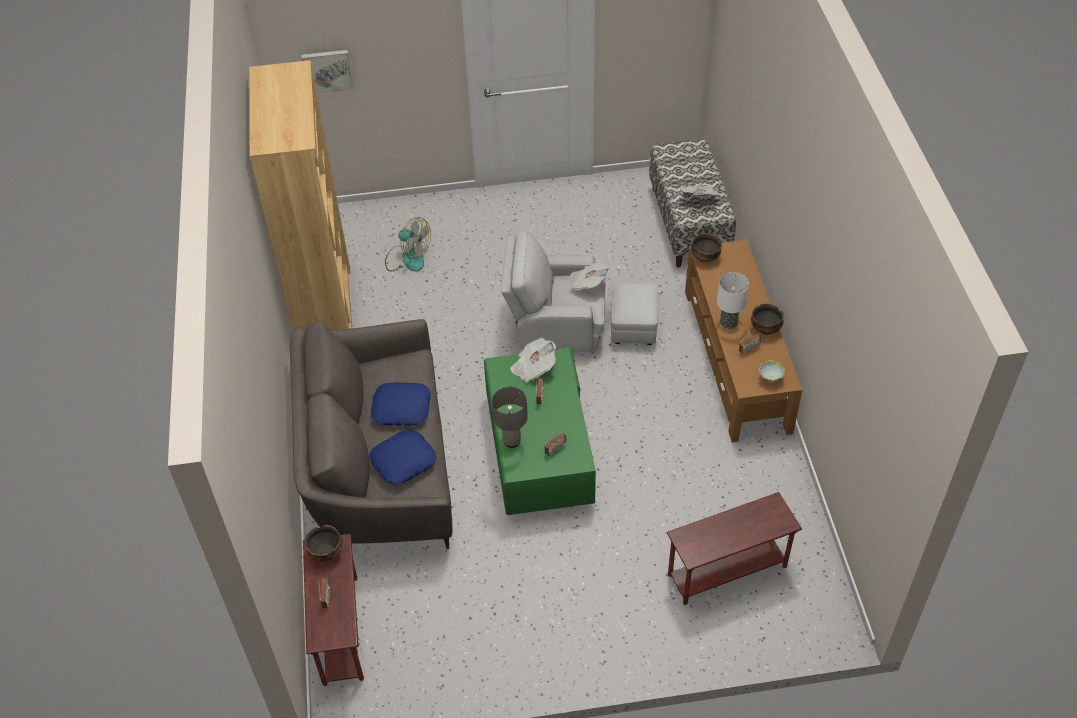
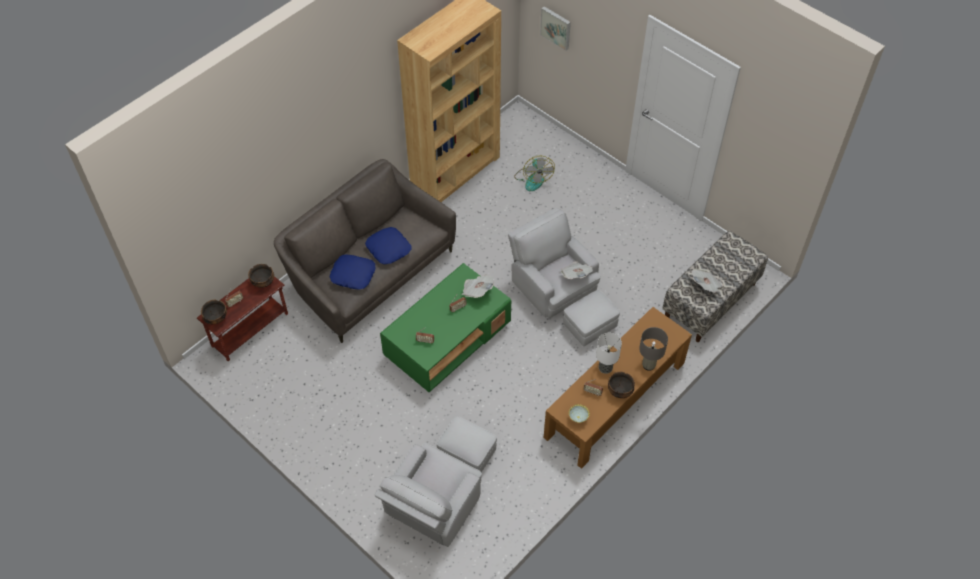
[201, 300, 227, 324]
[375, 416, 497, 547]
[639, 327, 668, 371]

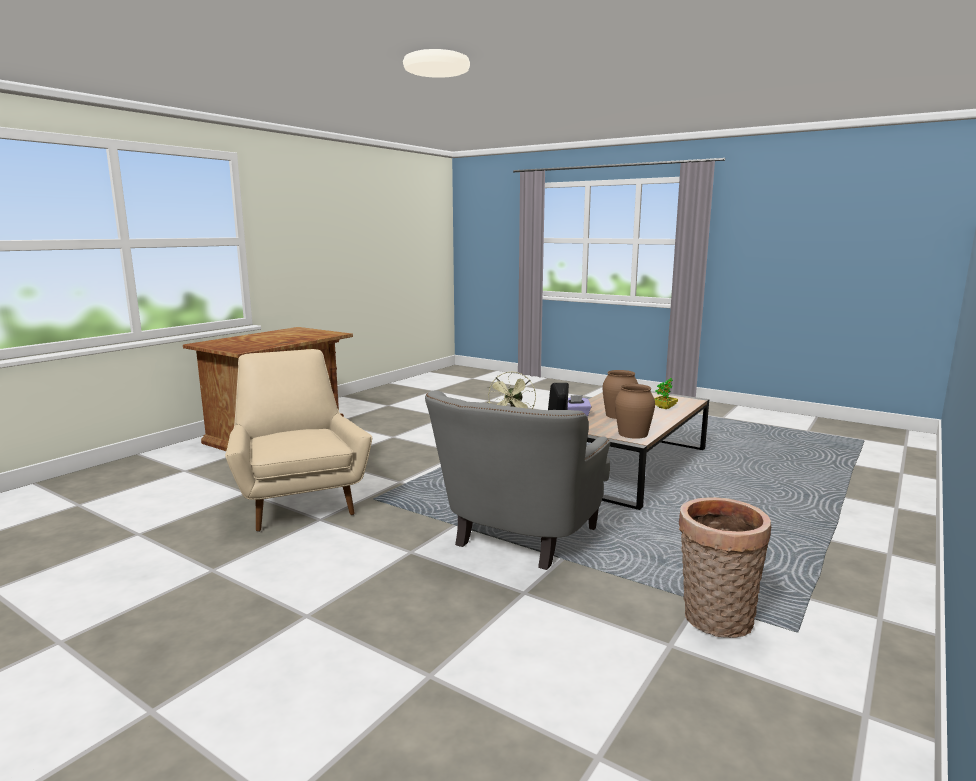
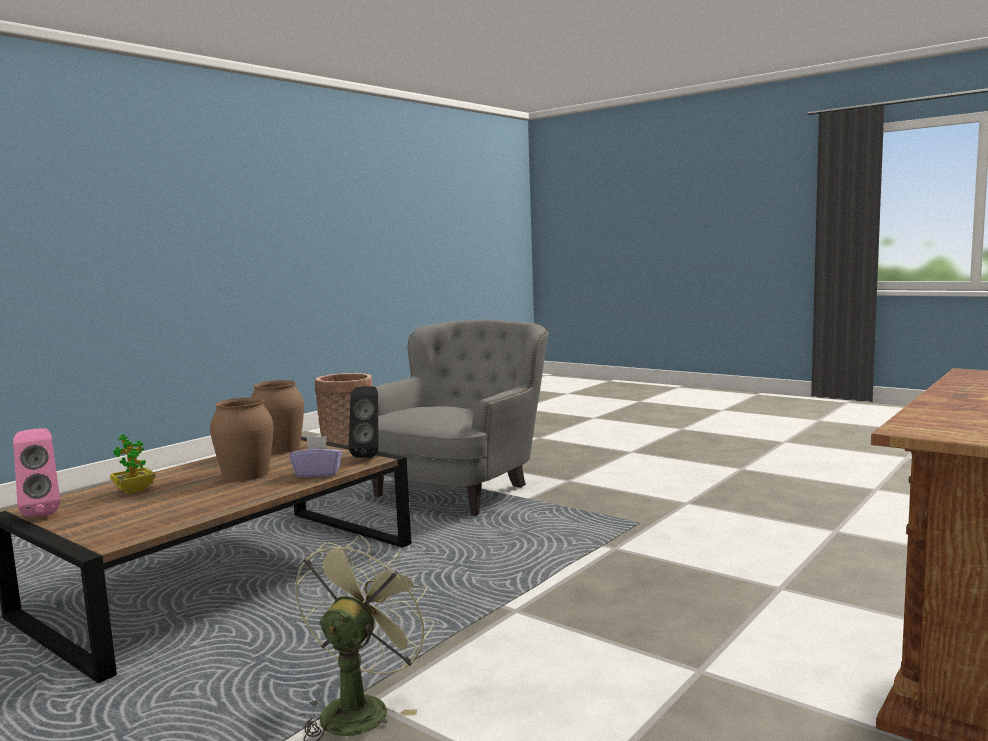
[13, 428, 60, 517]
[225, 349, 372, 532] (first image)

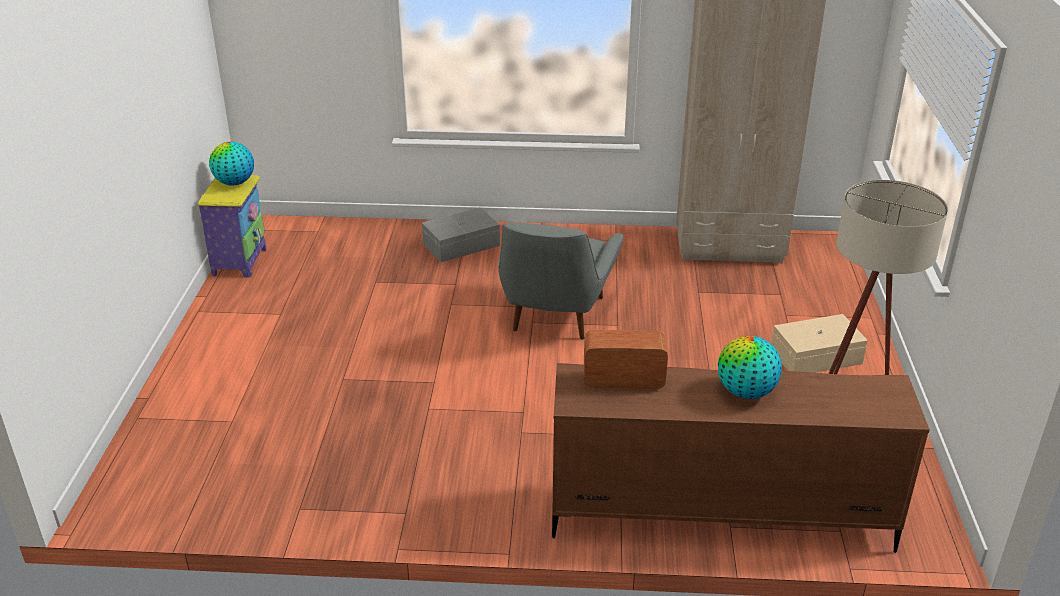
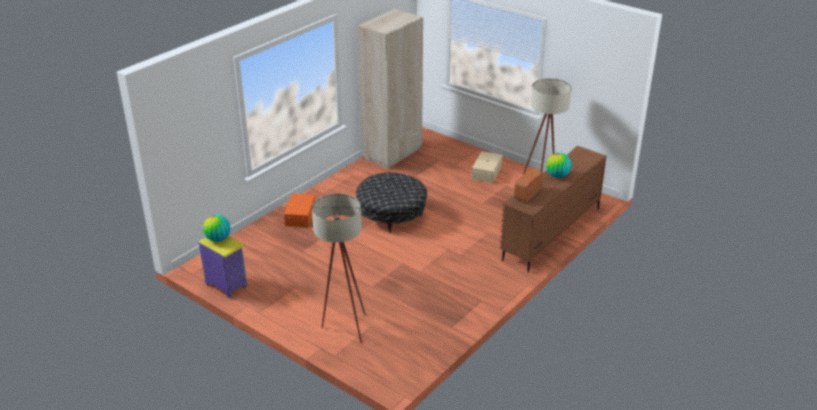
[284, 194, 315, 227]
[312, 194, 365, 343]
[356, 172, 427, 234]

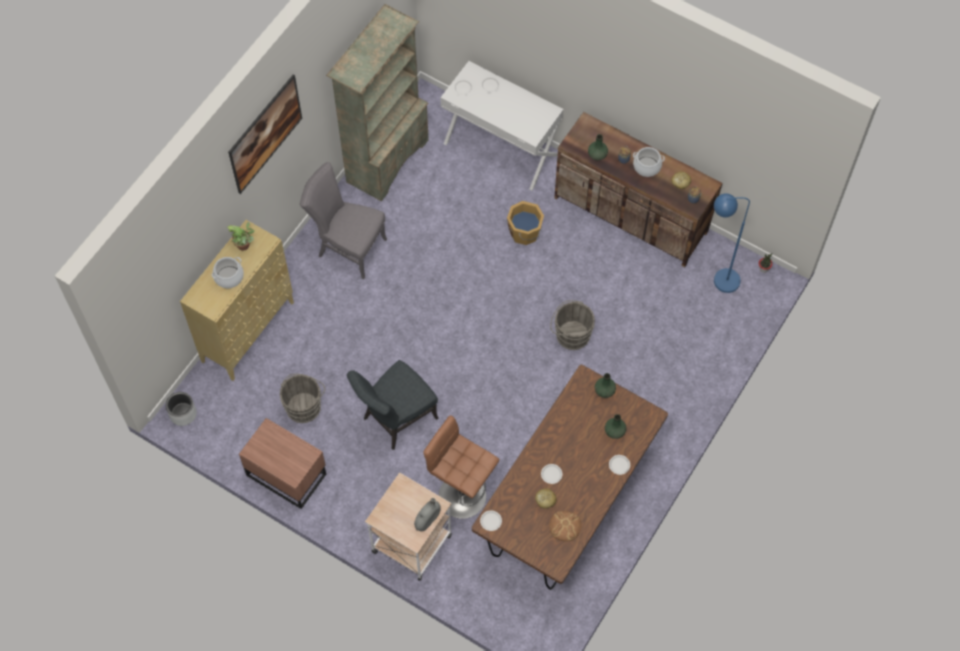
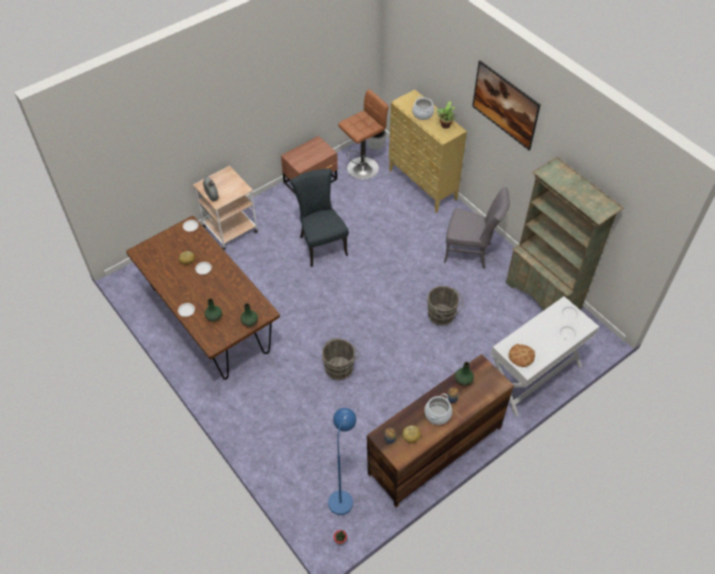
[338, 89, 389, 180]
[427, 286, 463, 326]
[444, 187, 510, 269]
[509, 344, 535, 367]
[507, 201, 544, 245] (first image)

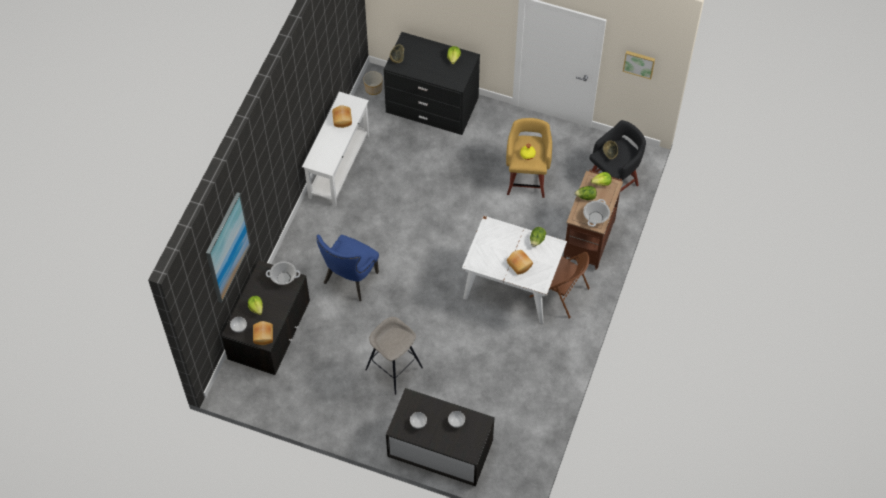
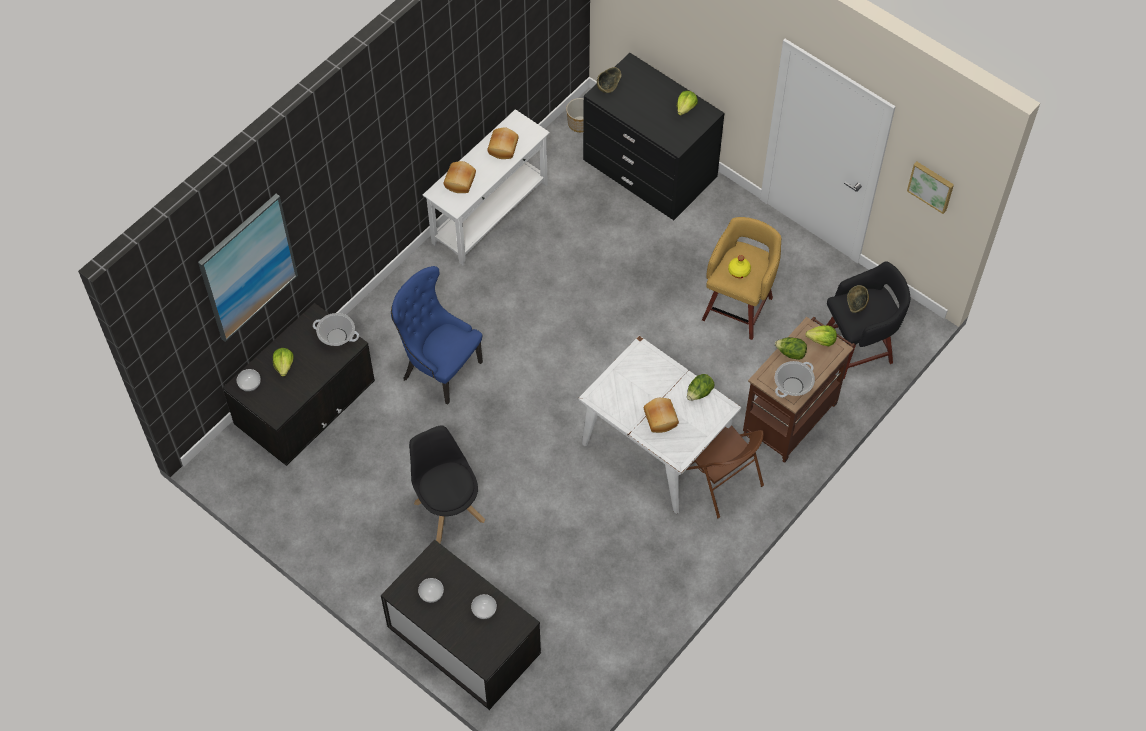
[391, 266, 483, 404]
[409, 425, 485, 543]
[443, 161, 476, 193]

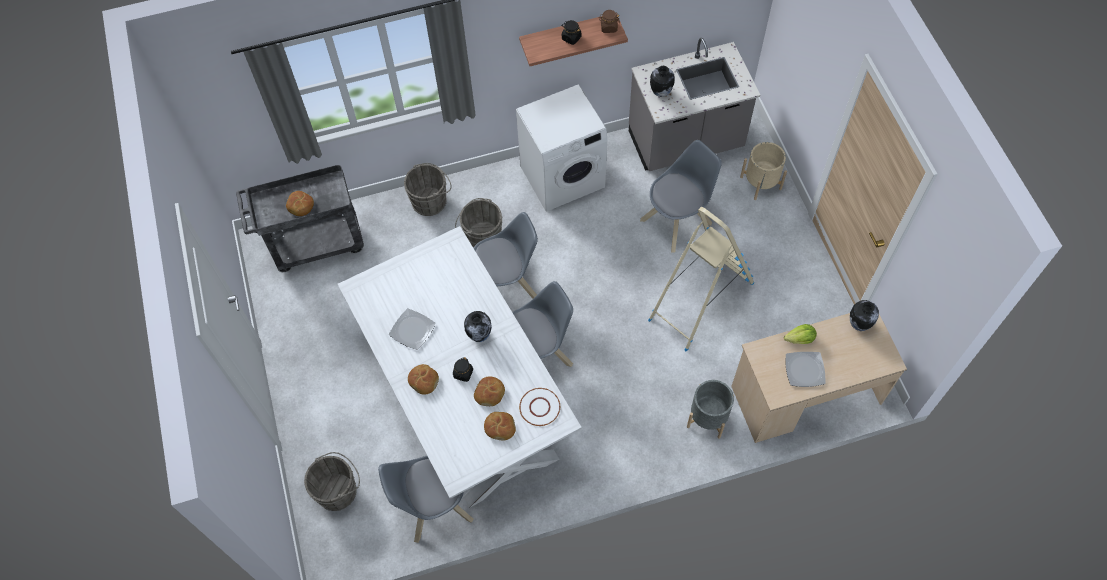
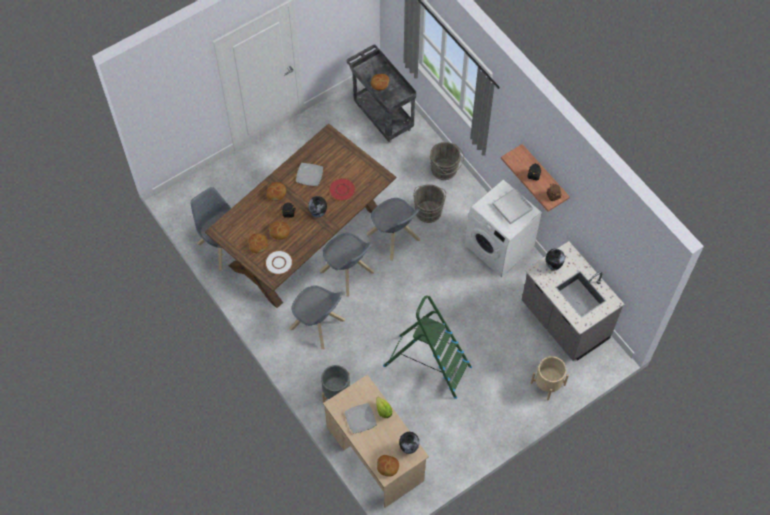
[205, 123, 396, 308]
[289, 285, 345, 349]
[329, 178, 355, 201]
[377, 455, 399, 477]
[383, 295, 472, 399]
[492, 188, 533, 224]
[304, 452, 360, 511] (first image)

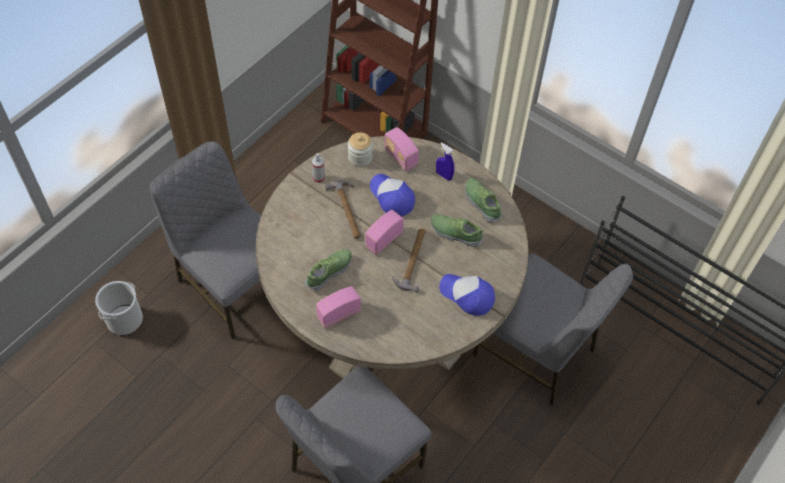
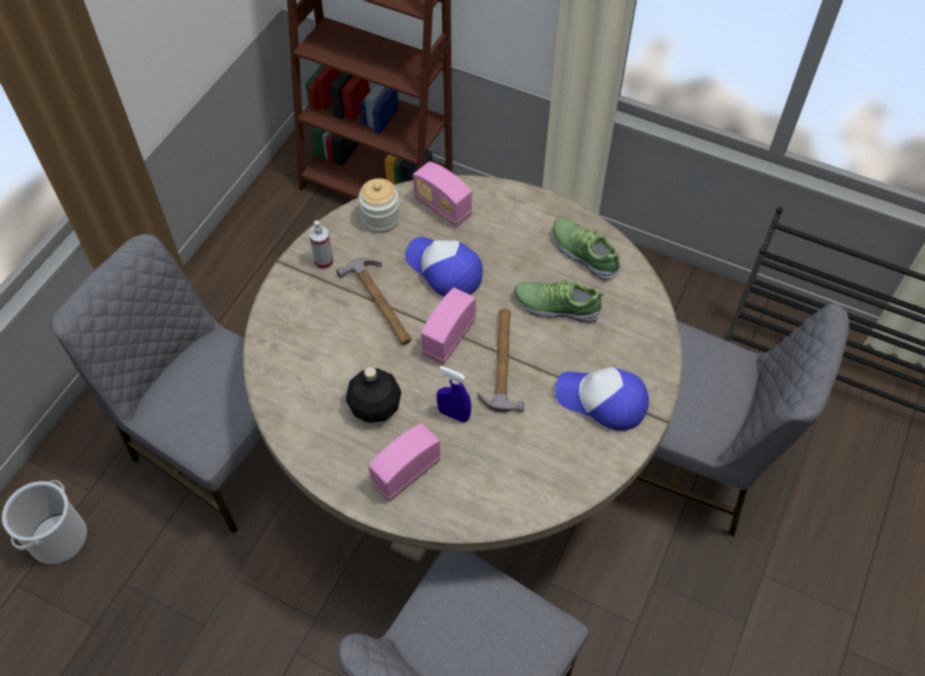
[346, 367, 401, 423]
[437, 366, 471, 423]

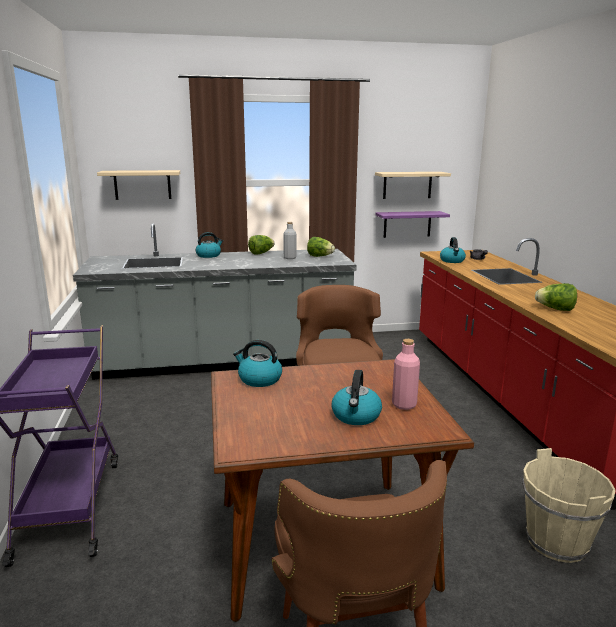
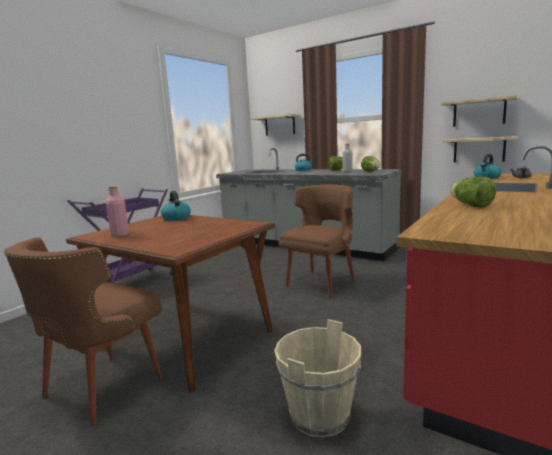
[106, 186, 129, 237]
[441, 136, 518, 162]
[331, 370, 382, 425] (first image)

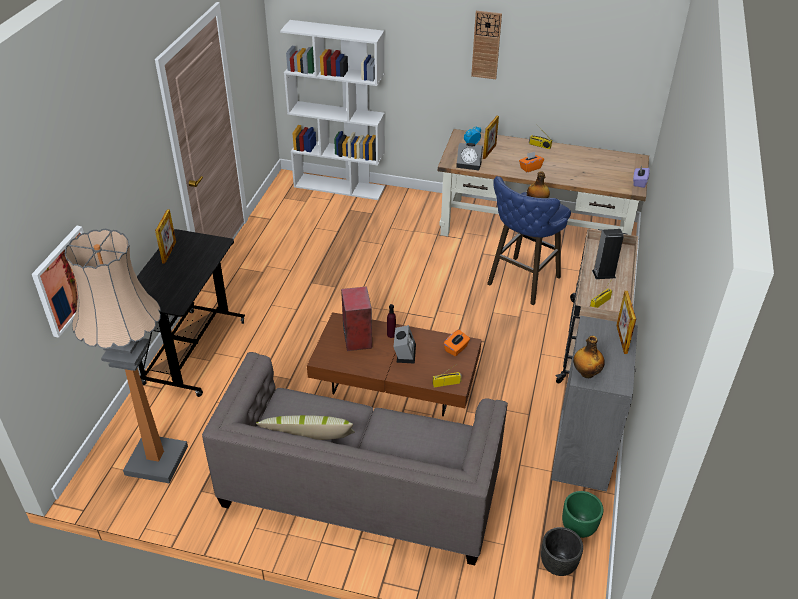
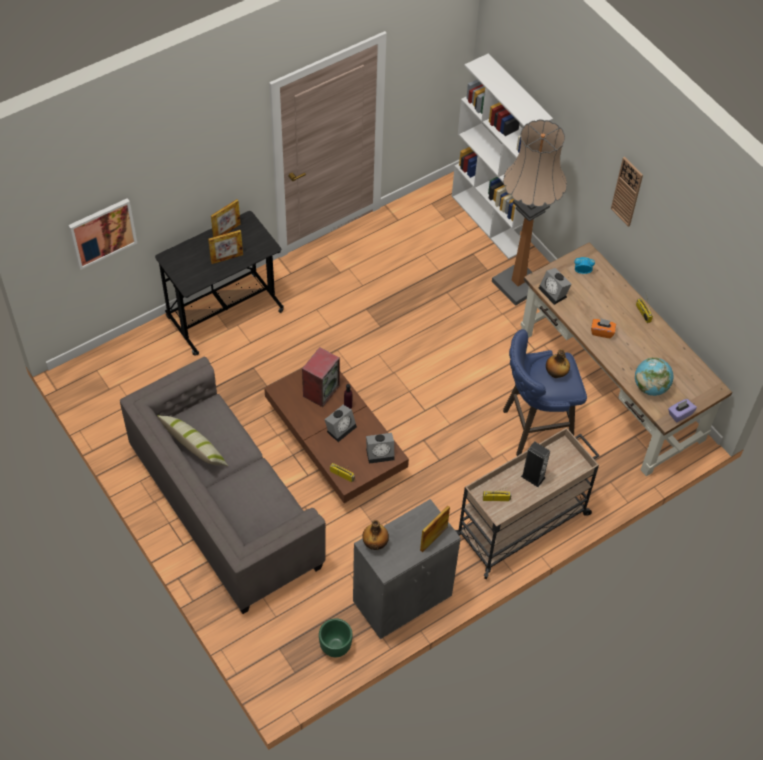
[208, 230, 243, 264]
[366, 433, 395, 464]
[492, 119, 567, 306]
[635, 357, 673, 396]
[541, 527, 583, 576] (first image)

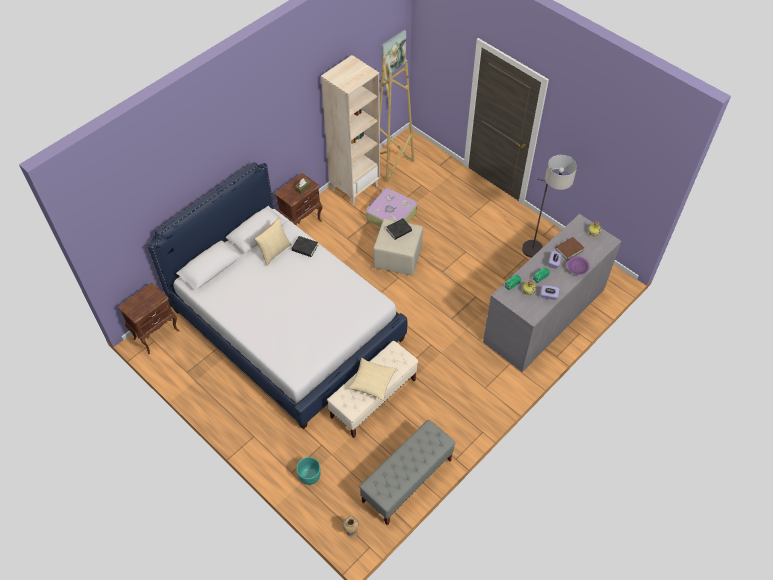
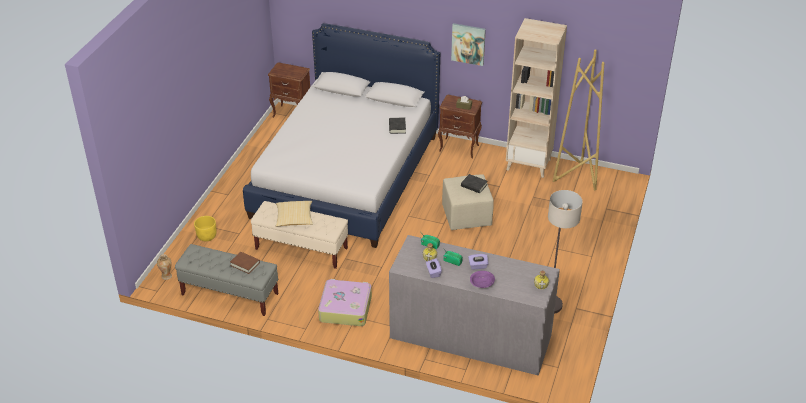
[194, 216, 217, 241]
[230, 252, 260, 274]
[318, 279, 372, 326]
[451, 23, 486, 66]
[254, 218, 291, 266] (first image)

